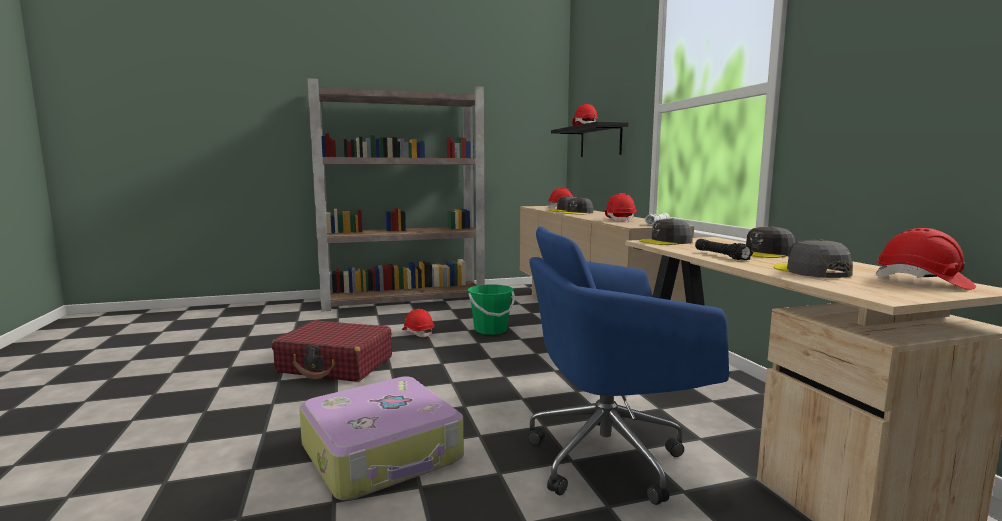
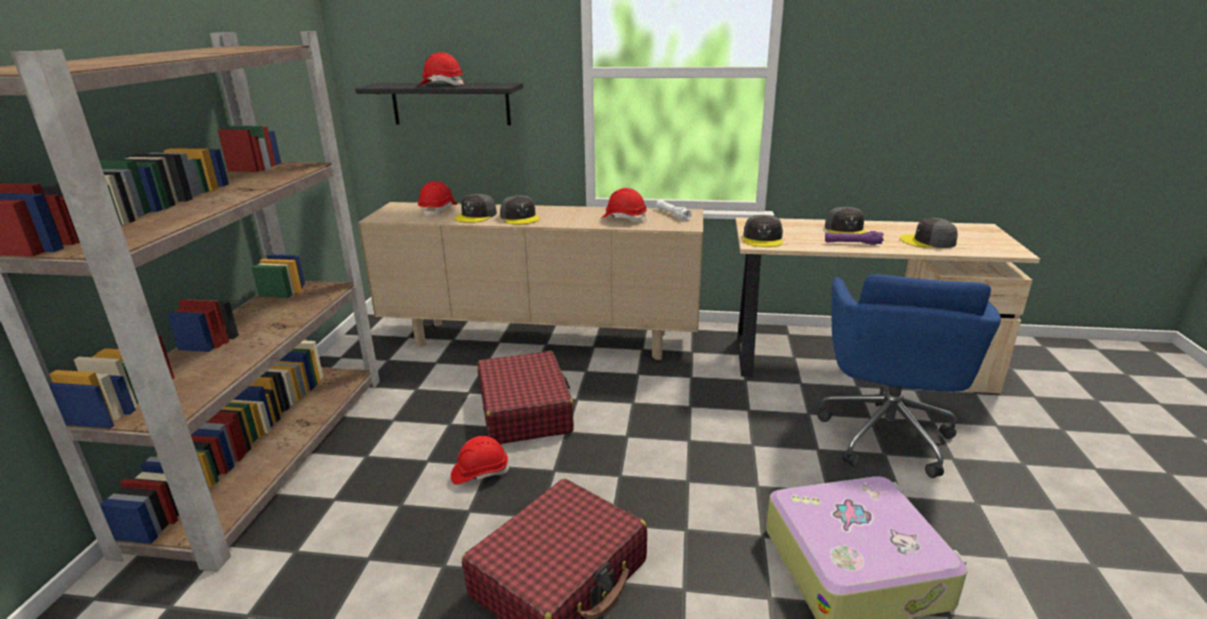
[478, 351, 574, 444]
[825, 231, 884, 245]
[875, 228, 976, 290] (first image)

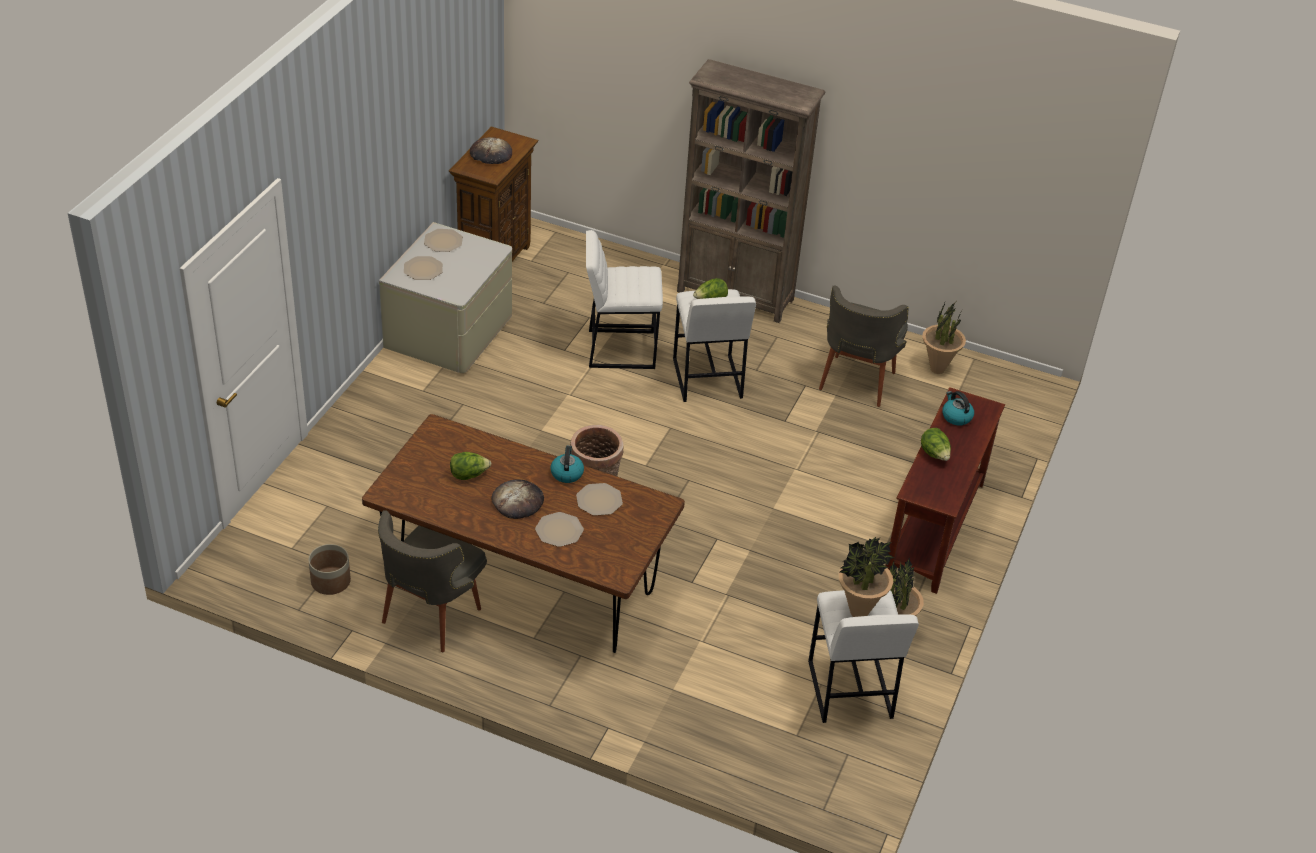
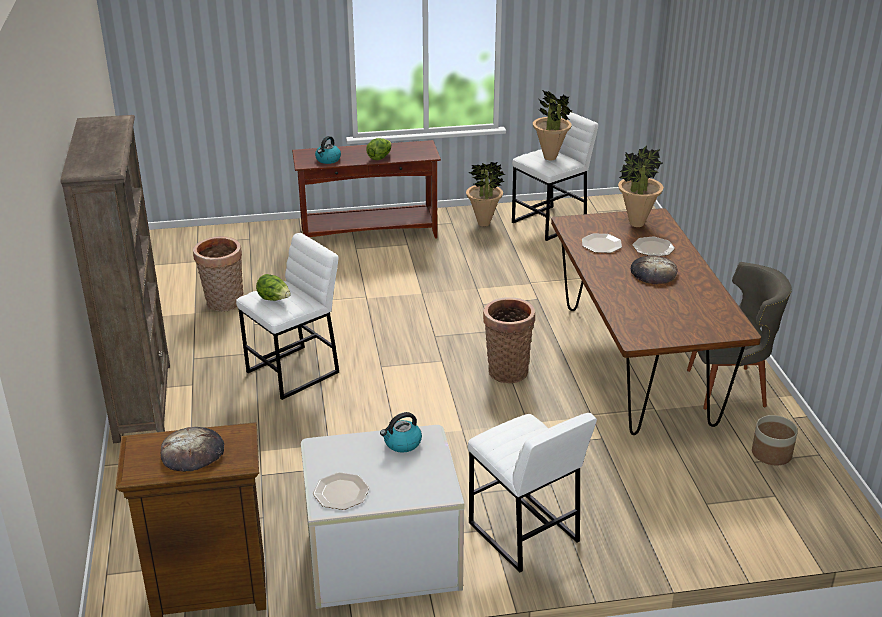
[193, 236, 244, 311]
[380, 412, 422, 453]
[468, 413, 597, 572]
[618, 146, 664, 227]
[404, 256, 443, 280] (first image)
[450, 452, 491, 480] (first image)

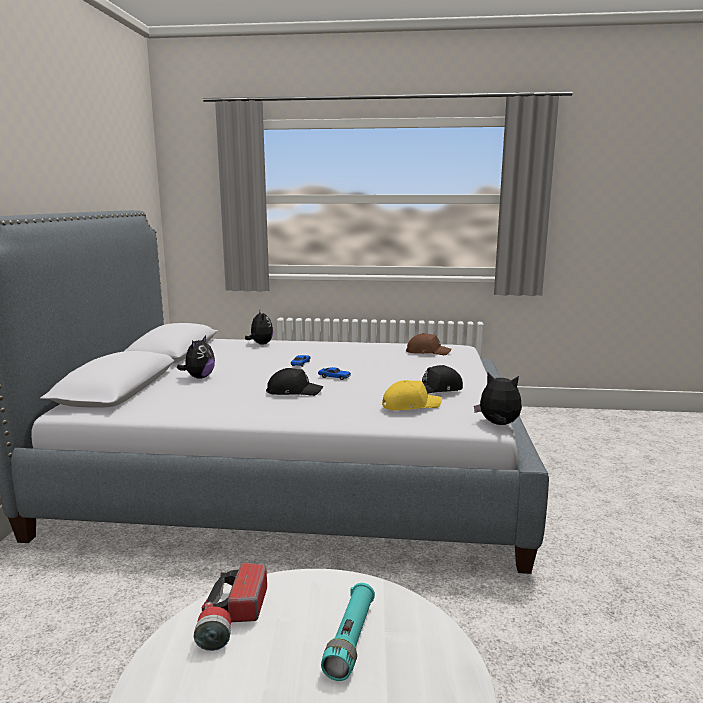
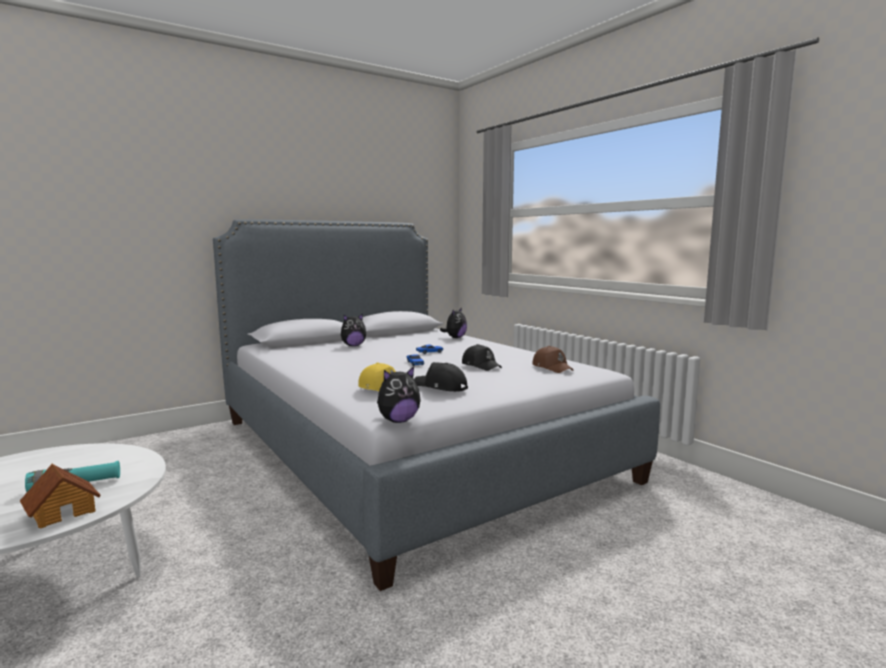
[20, 464, 101, 529]
[377, 366, 421, 423]
[462, 344, 502, 371]
[194, 563, 267, 651] (first image)

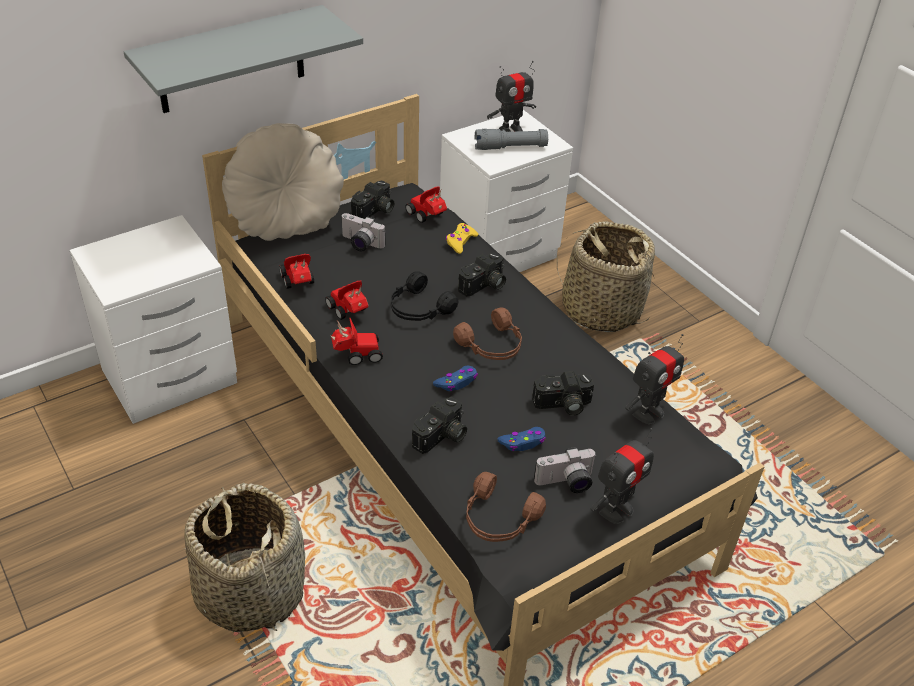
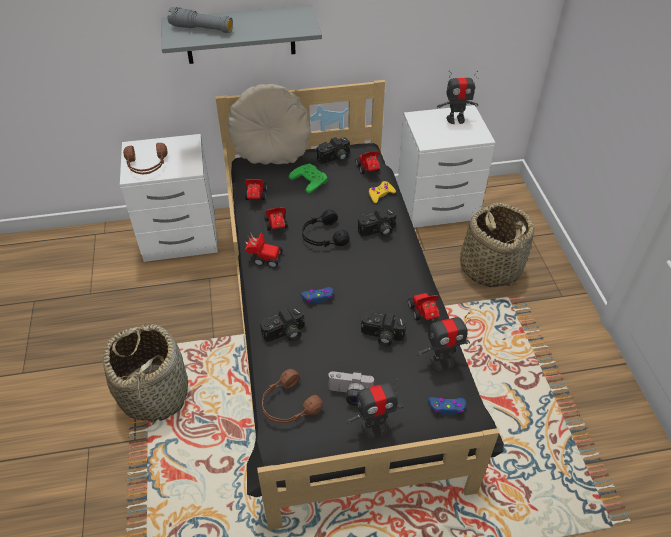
[123, 143, 168, 174]
[168, 7, 233, 33]
[289, 164, 327, 194]
[408, 293, 439, 320]
[428, 397, 466, 415]

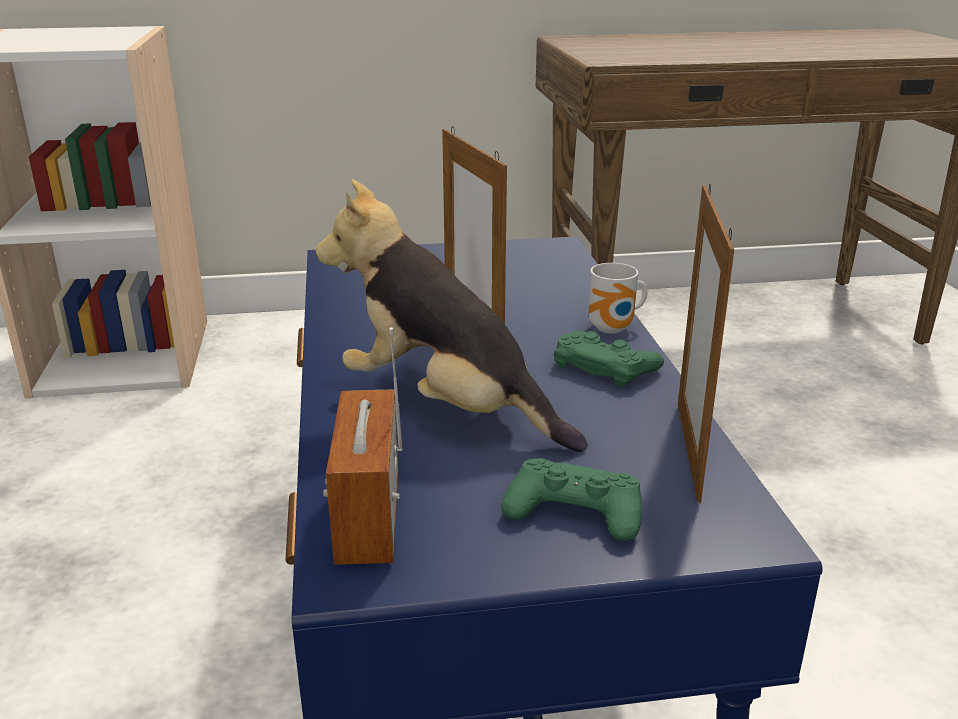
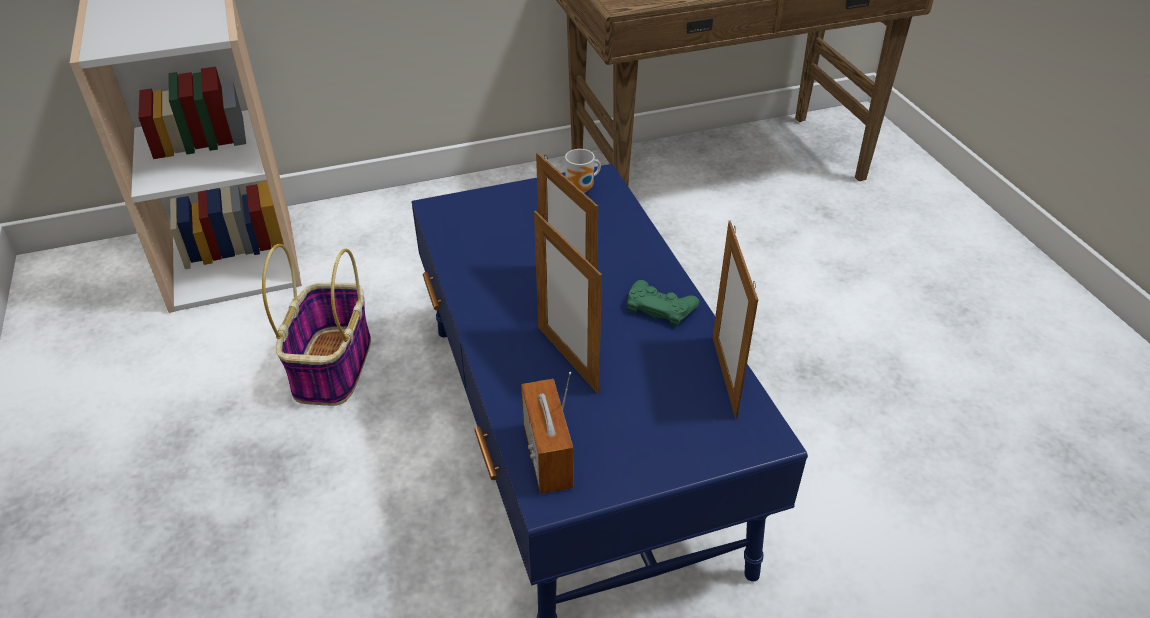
[262, 244, 371, 406]
[534, 211, 602, 394]
[565, 149, 601, 193]
[501, 458, 642, 541] (first image)

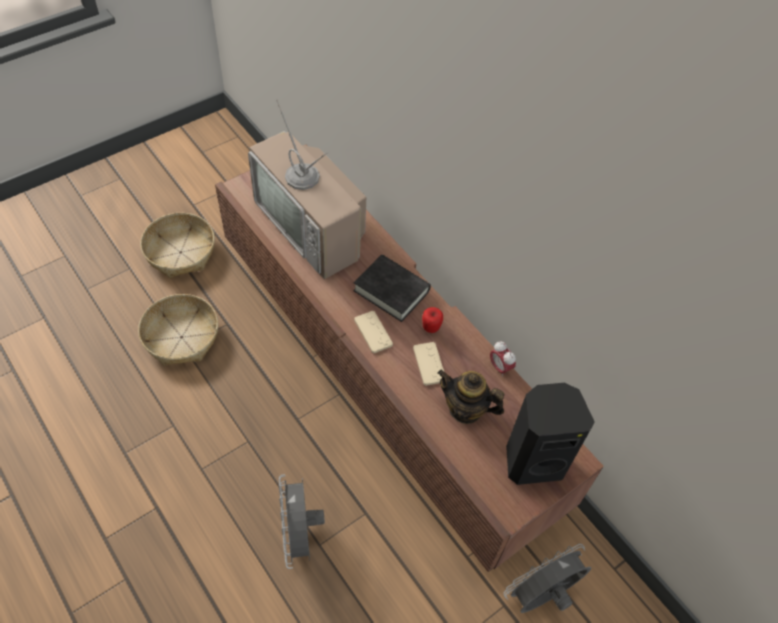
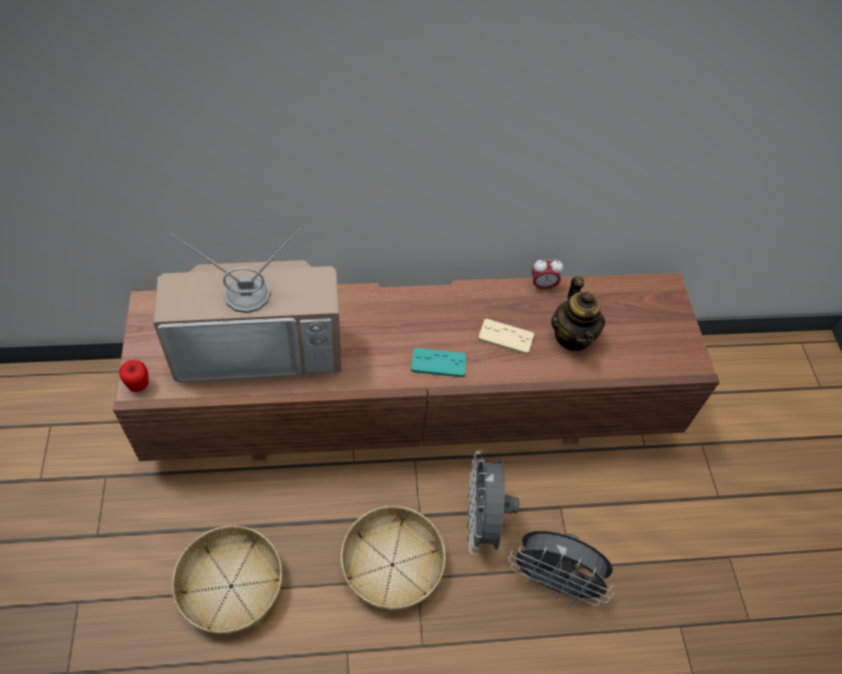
[119, 360, 149, 392]
[340, 506, 446, 612]
[411, 348, 466, 377]
[467, 451, 519, 555]
[551, 276, 605, 352]
[353, 255, 431, 322] (first image)
[506, 383, 595, 485] (first image)

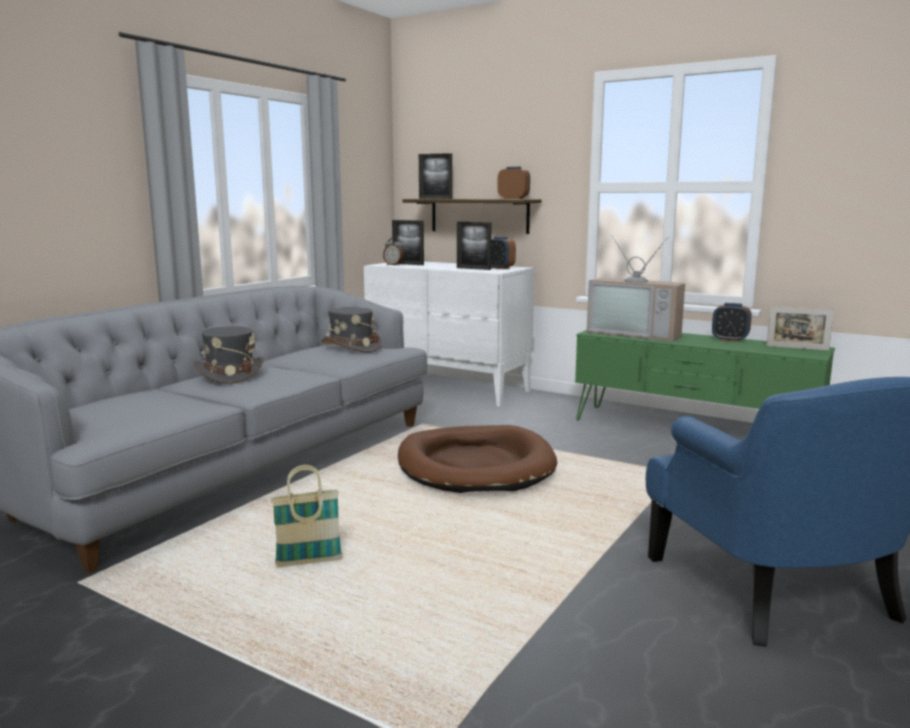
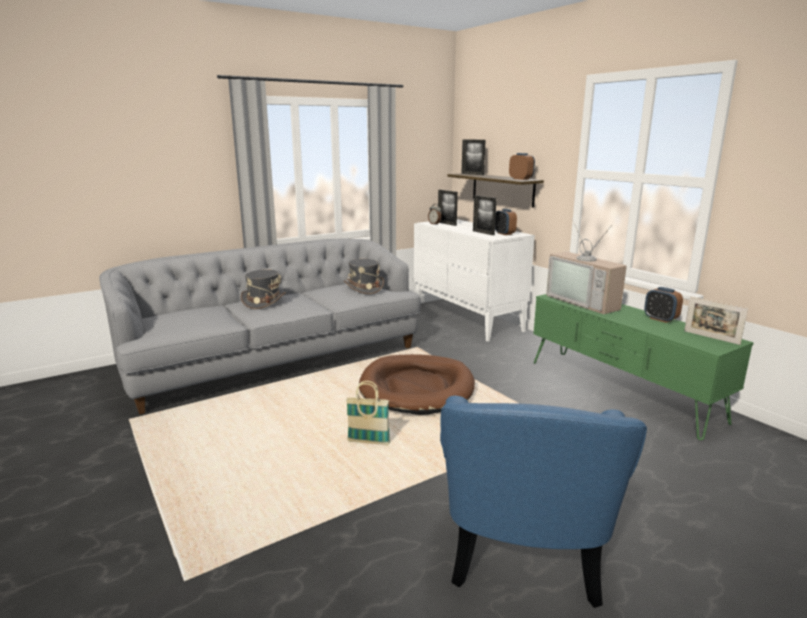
[346, 381, 390, 445]

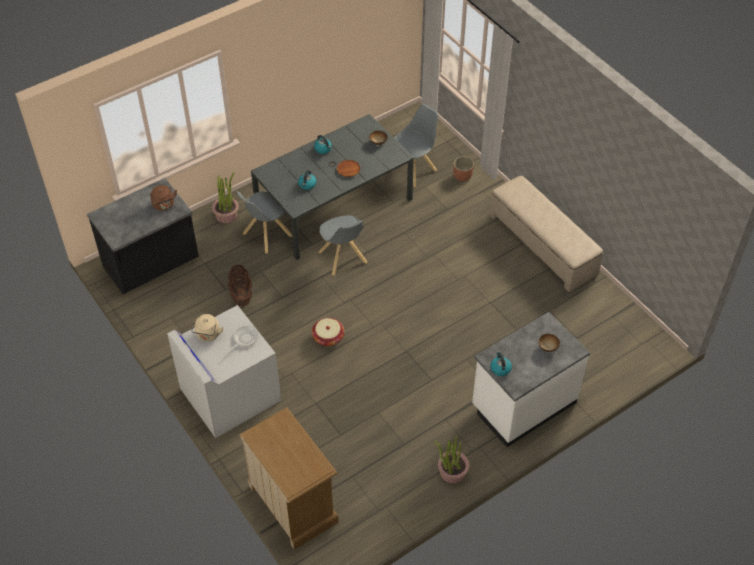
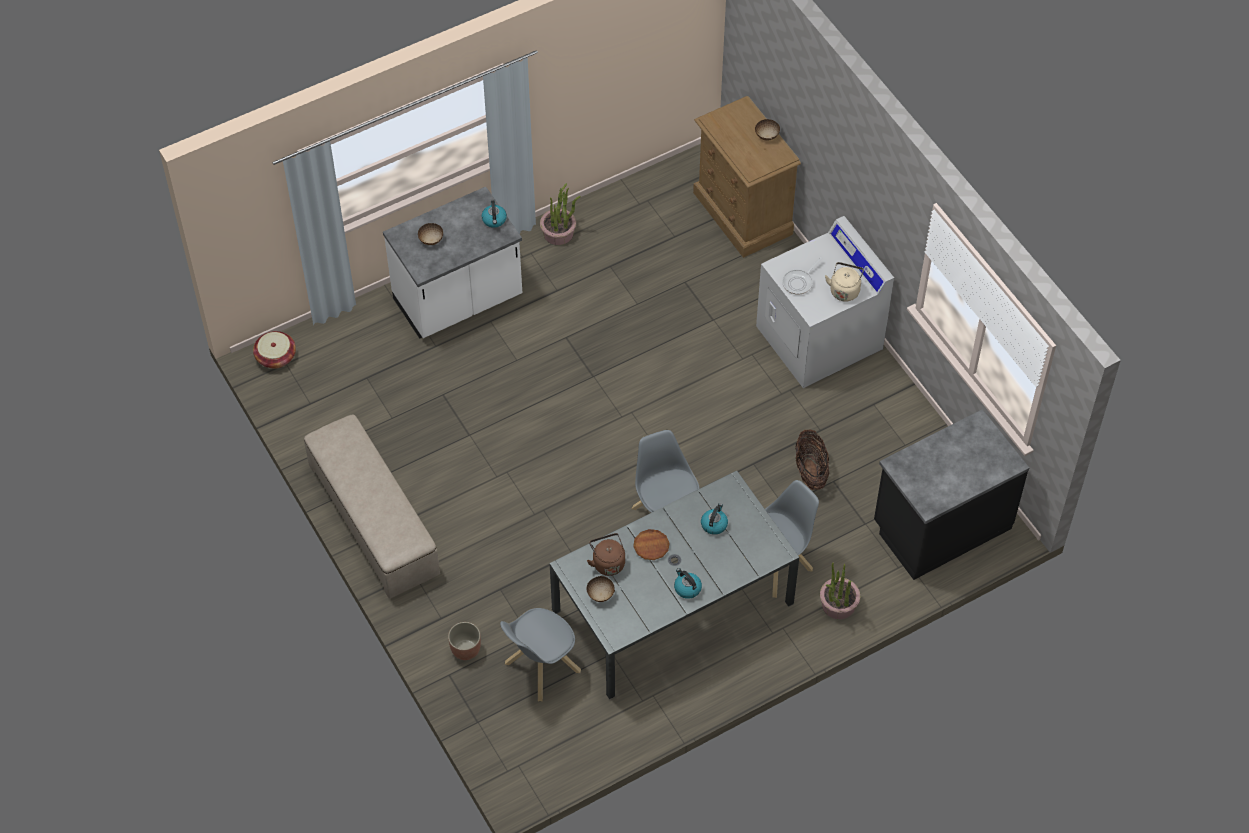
[253, 331, 296, 369]
[587, 533, 625, 576]
[755, 119, 780, 141]

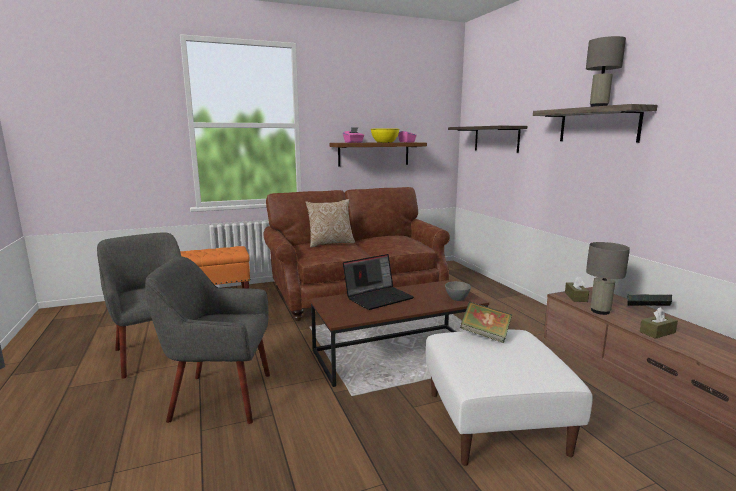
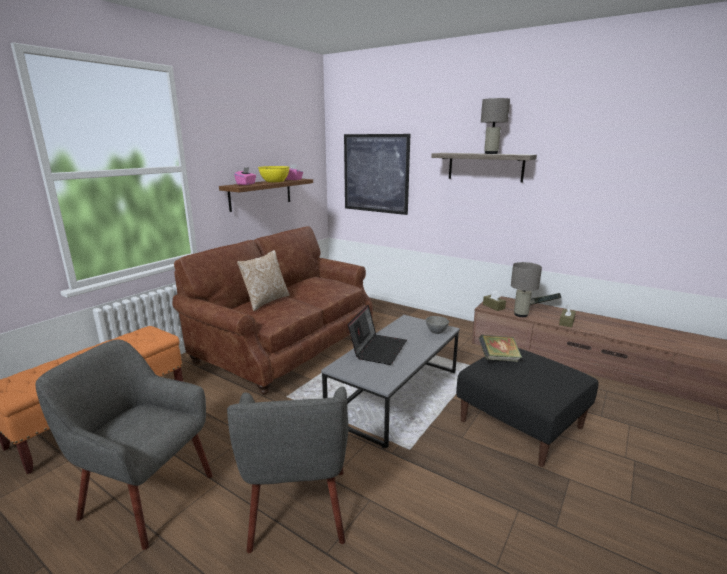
[227, 387, 348, 553]
[321, 315, 460, 448]
[344, 134, 410, 215]
[456, 348, 599, 467]

